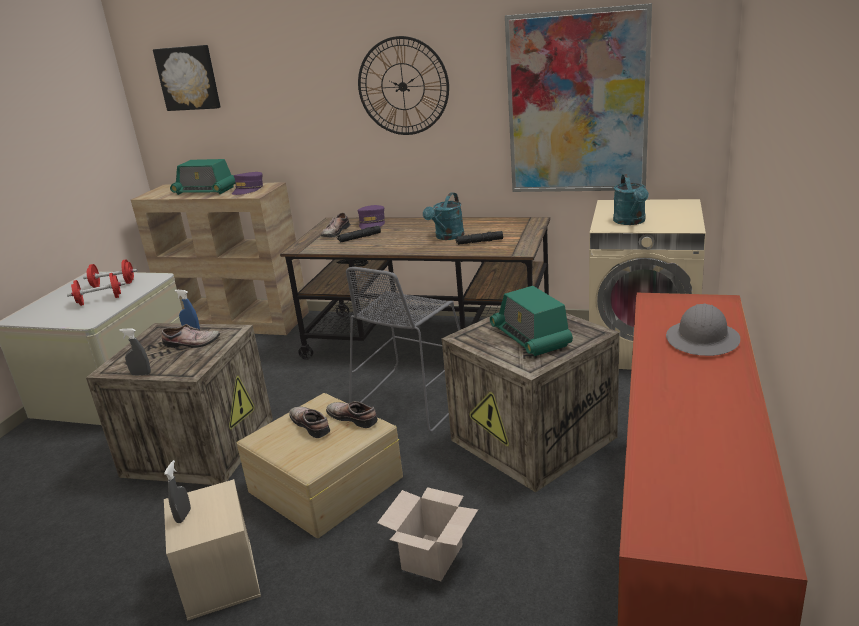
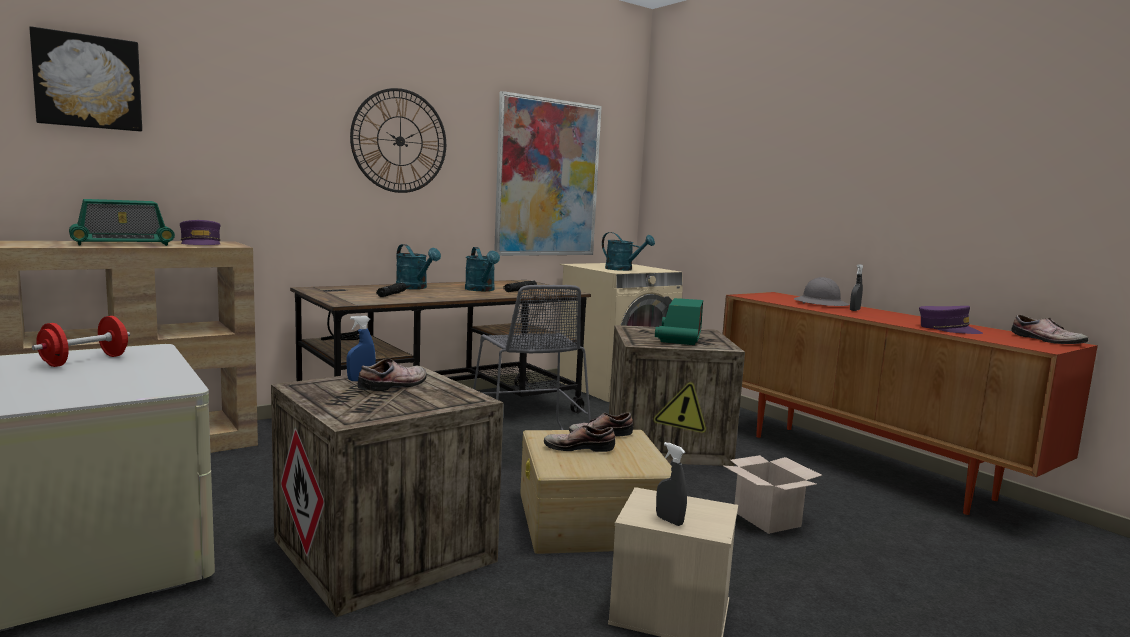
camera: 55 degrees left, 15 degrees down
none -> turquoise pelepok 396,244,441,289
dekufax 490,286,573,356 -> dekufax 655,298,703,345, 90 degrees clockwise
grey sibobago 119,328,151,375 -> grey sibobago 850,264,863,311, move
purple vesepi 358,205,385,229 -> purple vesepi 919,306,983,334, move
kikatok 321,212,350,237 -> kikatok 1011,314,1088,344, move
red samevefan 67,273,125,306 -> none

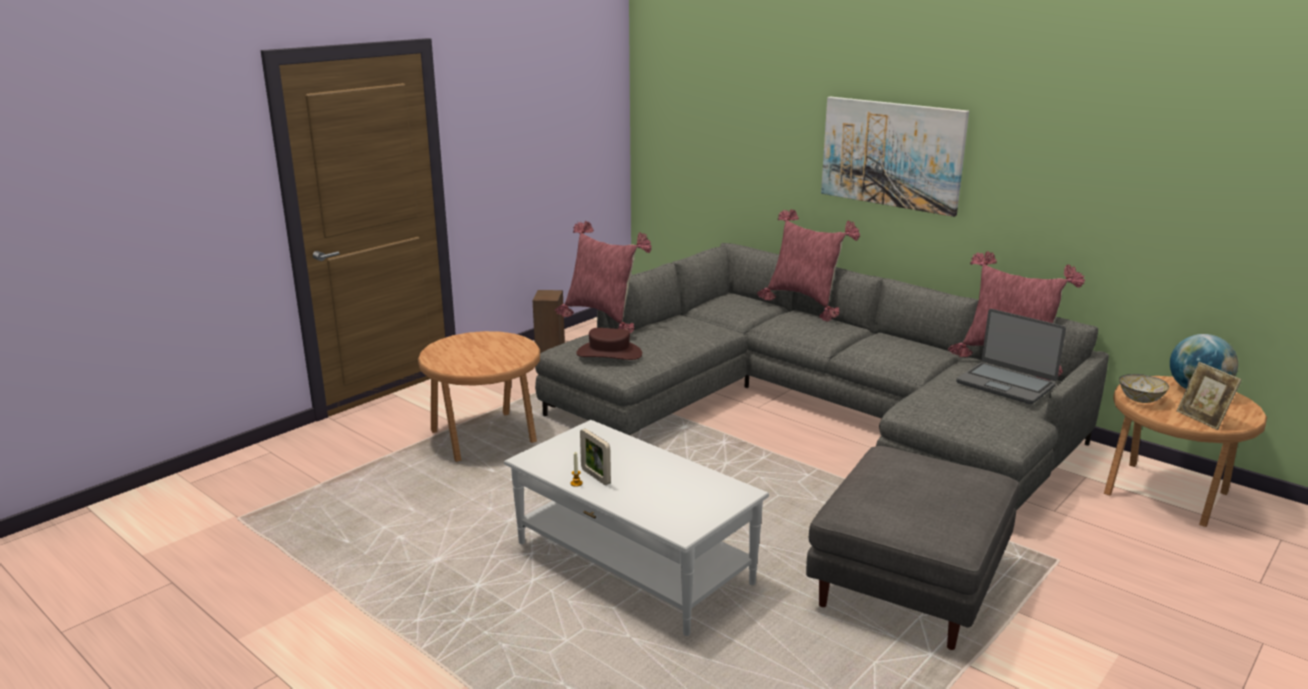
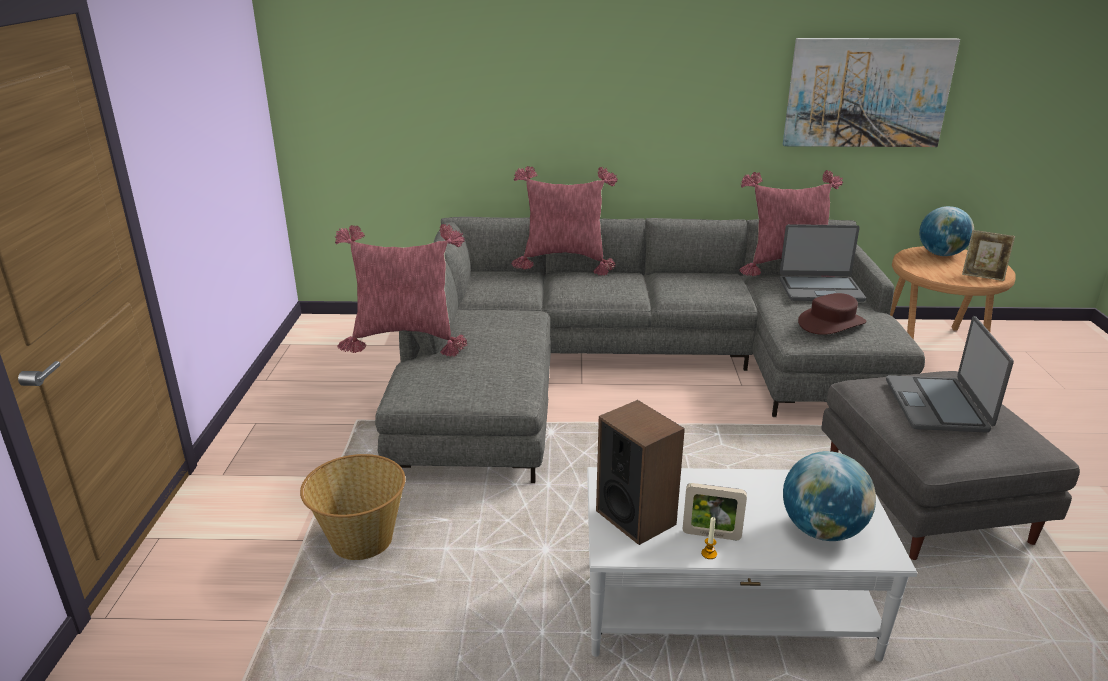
camera: 40 degrees left, 5 degrees up
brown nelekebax 418,331,540,462 -> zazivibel 300,454,405,560
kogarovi 533,290,565,354 -> kogarovi 596,400,685,545, move
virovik 821,97,969,217 -> virovik 783,38,960,147, move
none -> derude 783,451,876,541
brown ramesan 576,328,642,360 -> brown ramesan 798,293,867,335, move
none -> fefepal 886,316,1014,432
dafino 1119,374,1169,403 -> none

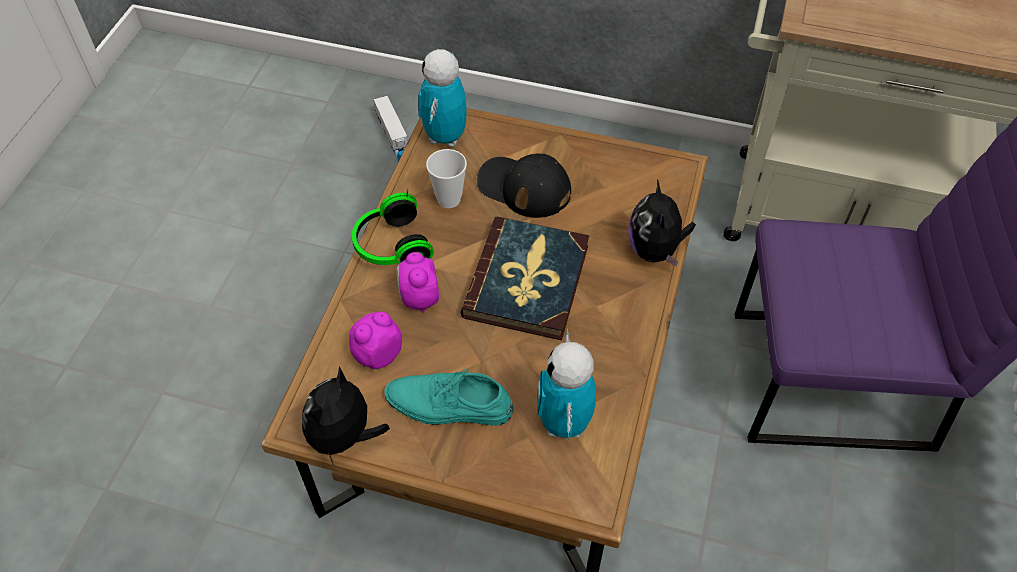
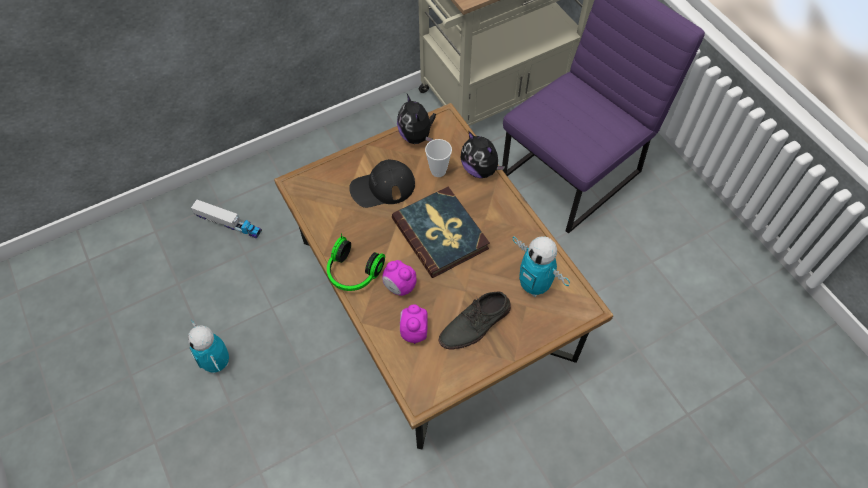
camera: 45 degrees left, 5 degrees up
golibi 418,49,467,147 -> golibi 188,319,229,374, move
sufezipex 302,366,390,466 -> sufezipex 397,94,436,144, move
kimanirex 426,149,467,208 -> kimanirex 425,139,452,177, move
turquoise kikatok 384,368,514,426 -> grey kikatok 439,292,511,350

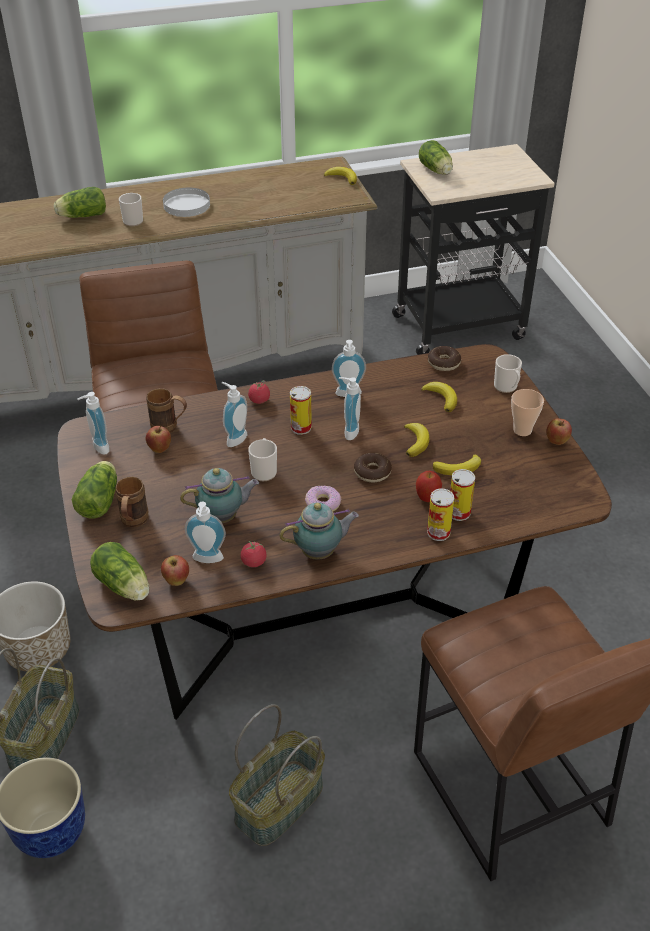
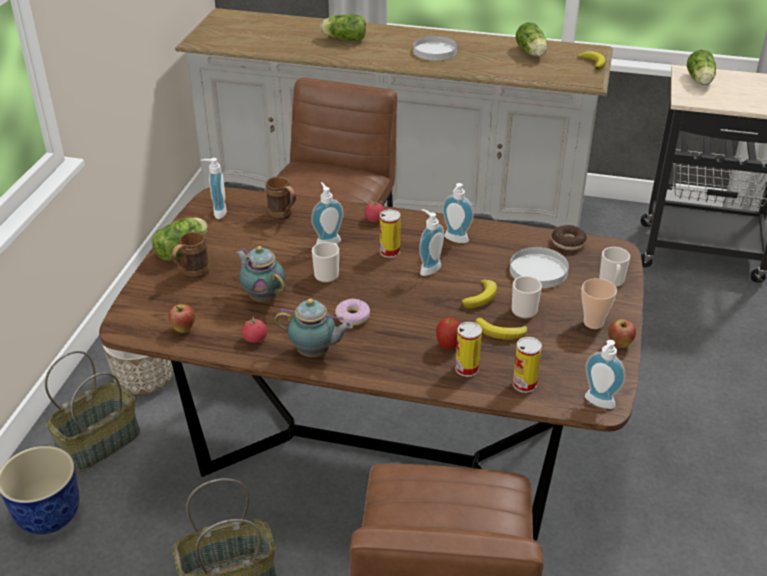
camera: 30 degrees right, 5 degrees down
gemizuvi 180,468,259,523 -> gemizuvi 236,246,285,302, 150 degrees counterclockwise
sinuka 421,382,457,412 -> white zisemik 510,247,569,288
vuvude 119,193,143,226 -> vuvude 512,276,542,319, move
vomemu 427,489,454,541 -> vomemu 513,337,542,393, move
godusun 90,542,149,601 -> godusun 515,22,547,56, move
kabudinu 185,502,226,563 -> kabudinu 585,340,626,409, move
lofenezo 146,426,171,453 -> none
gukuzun 354,453,392,482 -> none

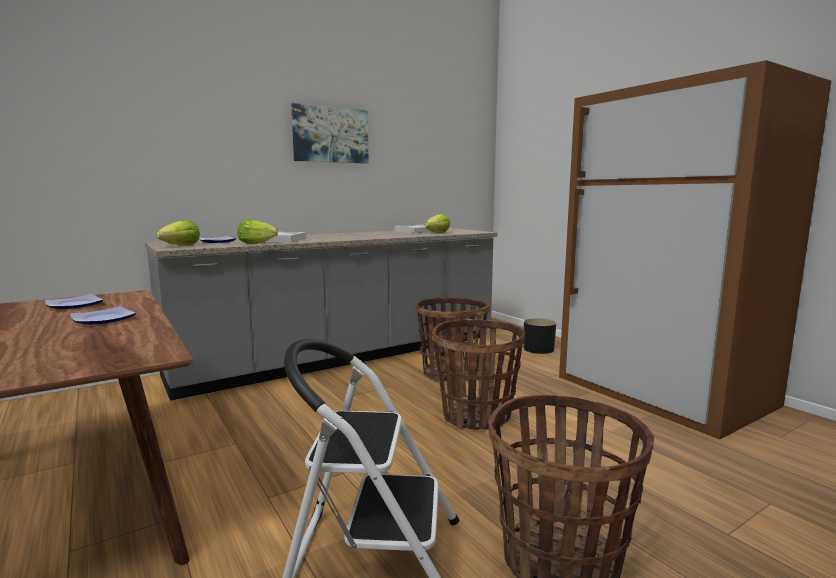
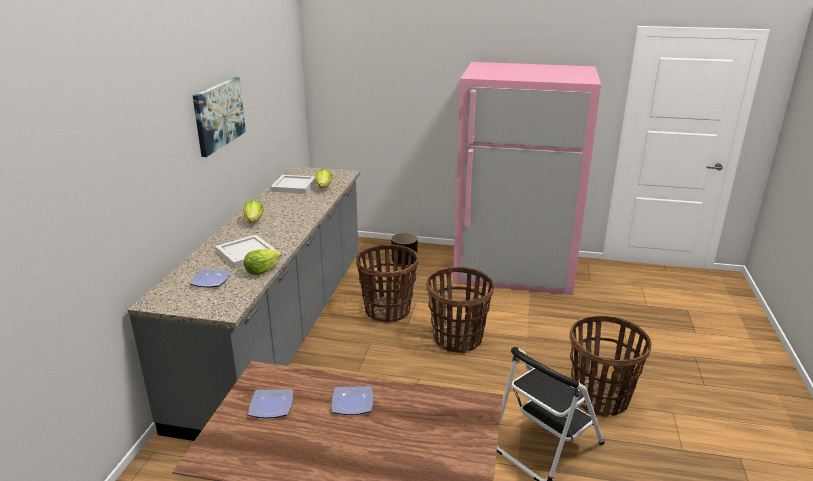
camera: 45 degrees left, 15 degrees up
godusun 157,220,200,245 -> godusun 244,200,264,223, move
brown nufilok 559,60,831,440 -> pink nufilok 453,62,601,295

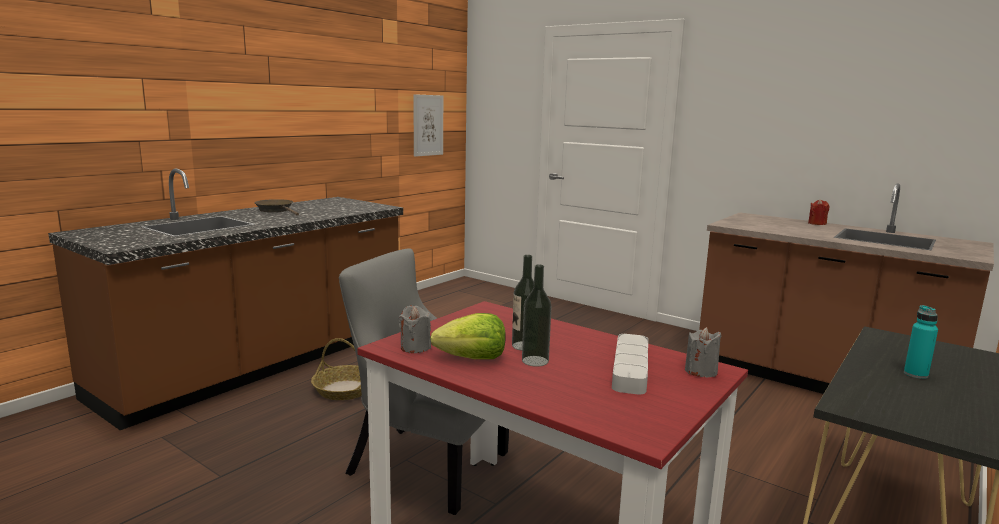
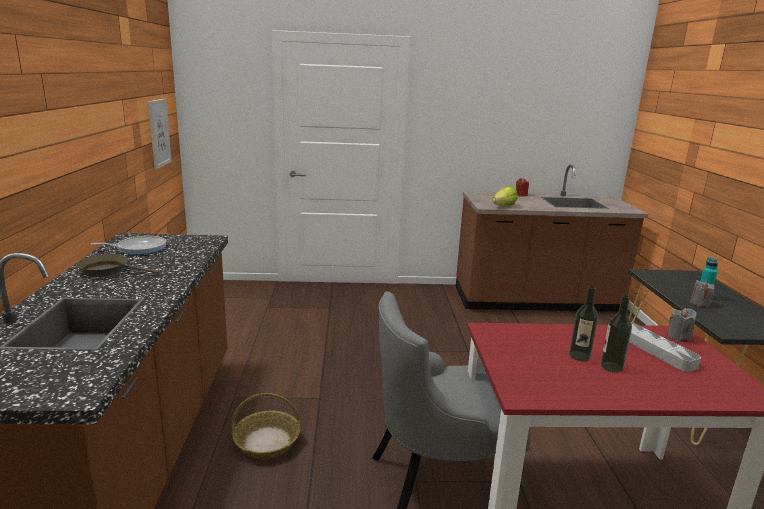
camera: 40 degrees left, 5 degrees up
none -> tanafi 91,236,167,255
godusun 430,313,506,359 -> godusun 492,186,518,206, move
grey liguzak 398,306,431,353 -> grey liguzak 690,280,715,308, move

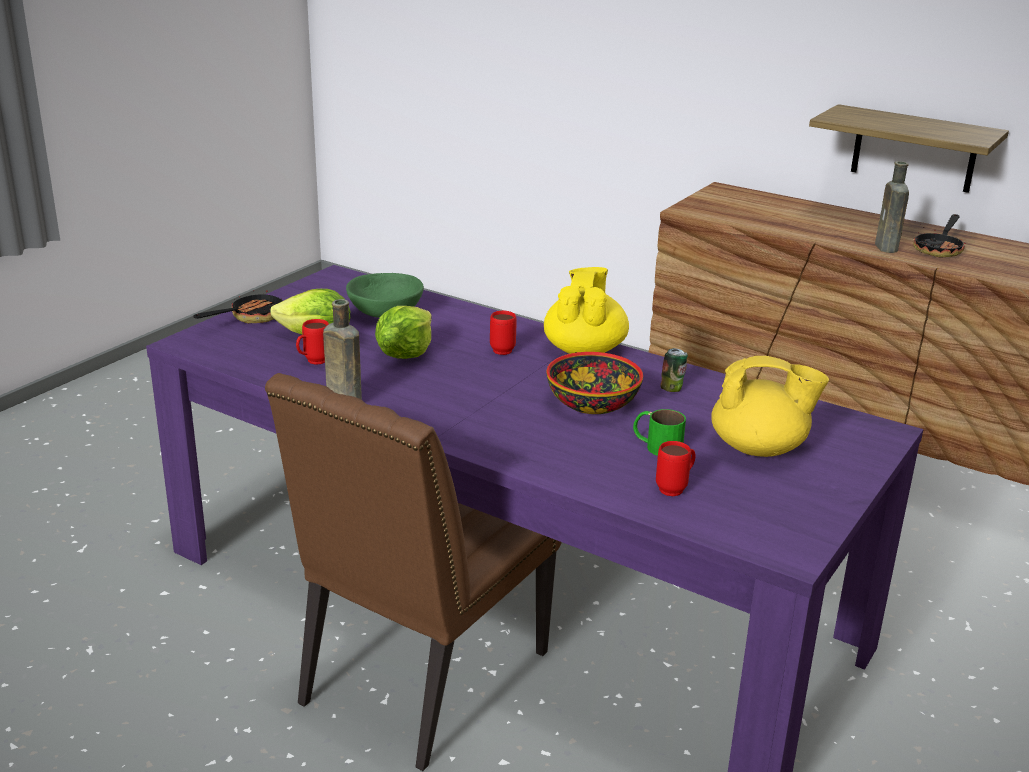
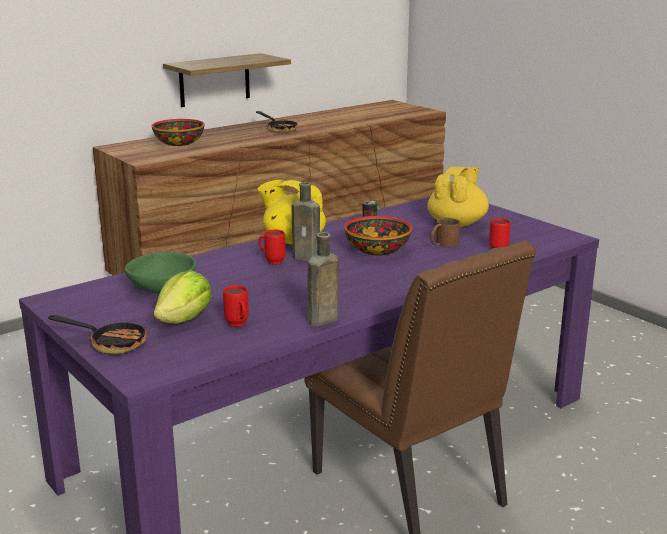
camera: 70 degrees left, 5 degrees down
tanafi 193,290,283,323 -> tanafi 48,315,147,354, 135 degrees clockwise
none -> dafino 152,119,204,146
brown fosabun 875,161,909,253 -> brown fosabun 292,182,320,261, move
green vuvude 633,409,686,456 -> brown vuvude 430,218,460,247
godusun 375,306,432,359 -> none

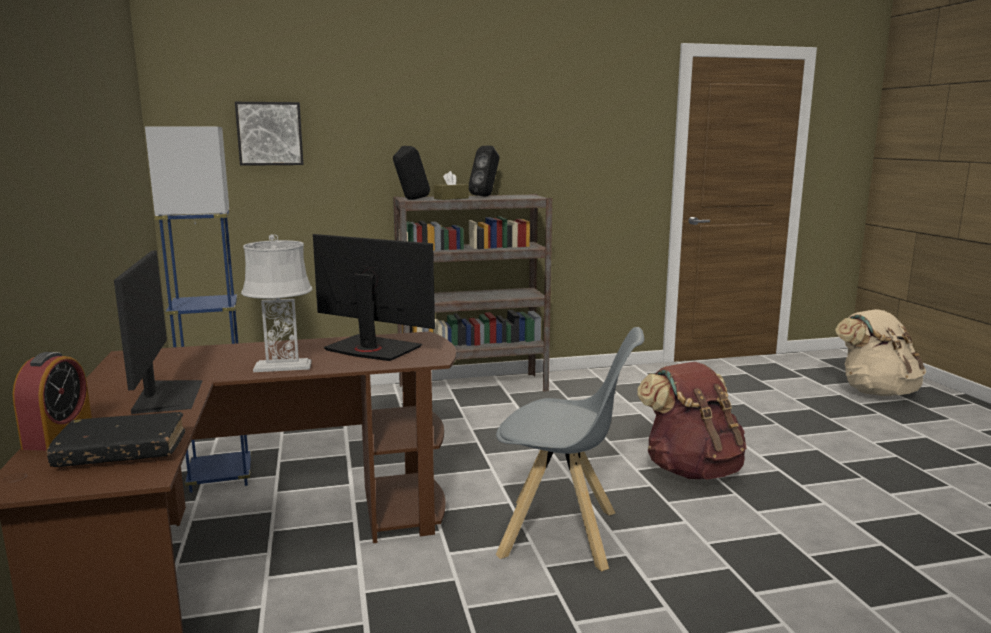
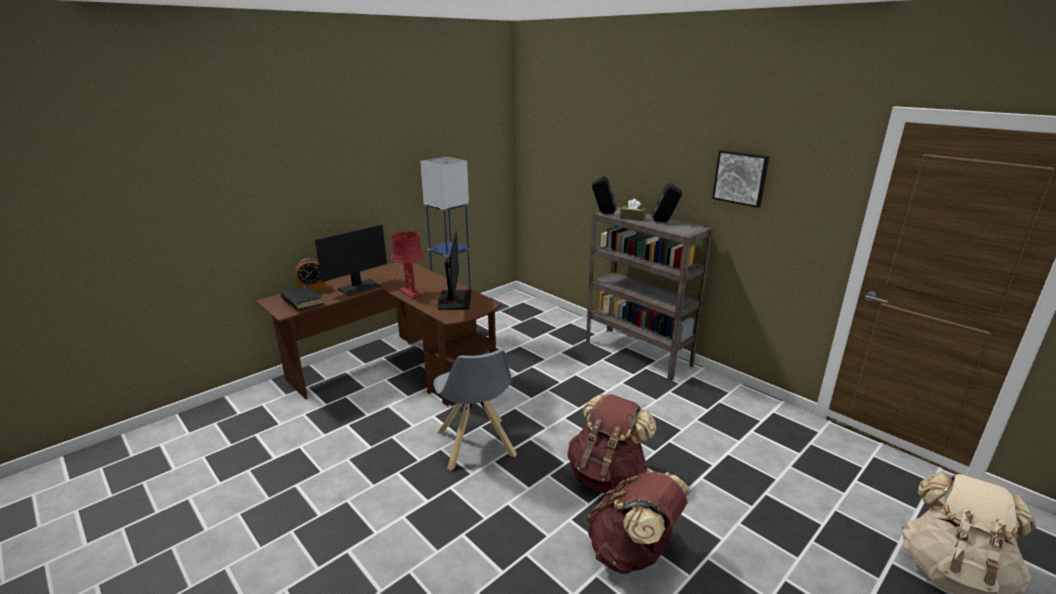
camera: 60 degrees right, 10 degrees up
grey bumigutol 241,234,312,372 -> red bumigutol 390,230,424,299
none -> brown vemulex 587,472,691,574
virovik 235,102,304,166 -> virovik 712,150,769,208, move

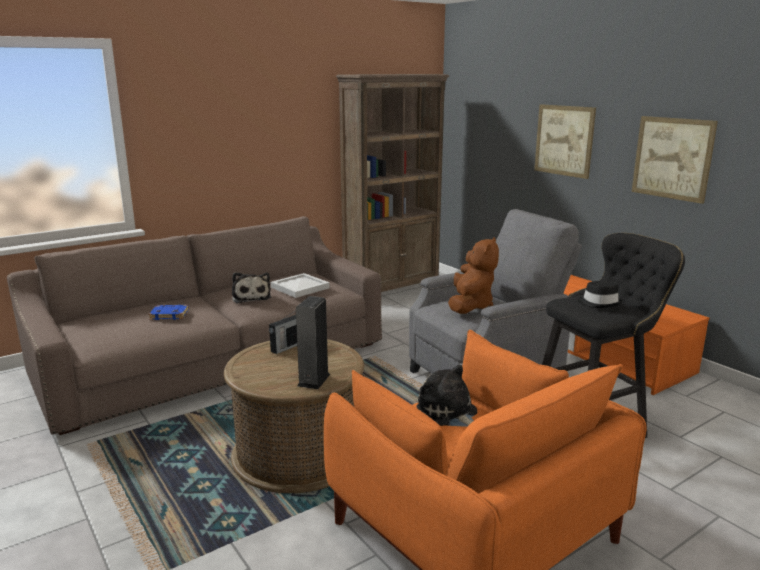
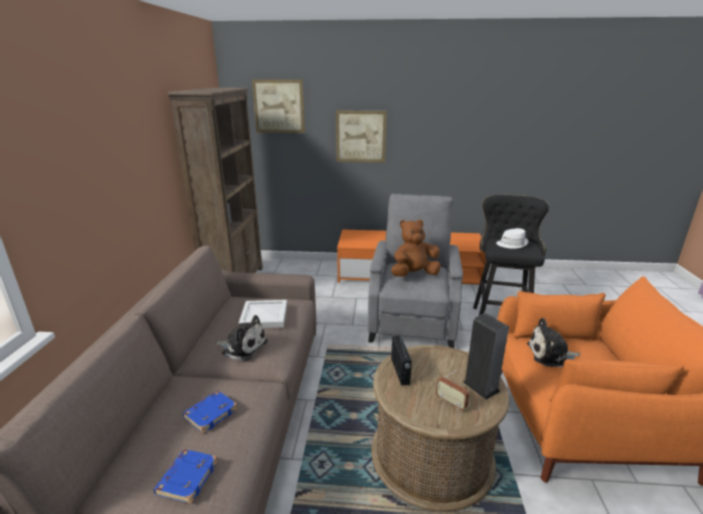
camera: 50 degrees left, 5 degrees up
none -> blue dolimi 154,450,218,504
virovik 632,116,718,204 -> virovik 252,79,305,133, move
brown sufezipex 448,237,499,314 -> brown sufezipex 391,220,441,276, 75 degrees counterclockwise
none -> dekufax 436,369,469,410
black ramesan 577,281,623,308 -> white ramesan 496,228,529,249

